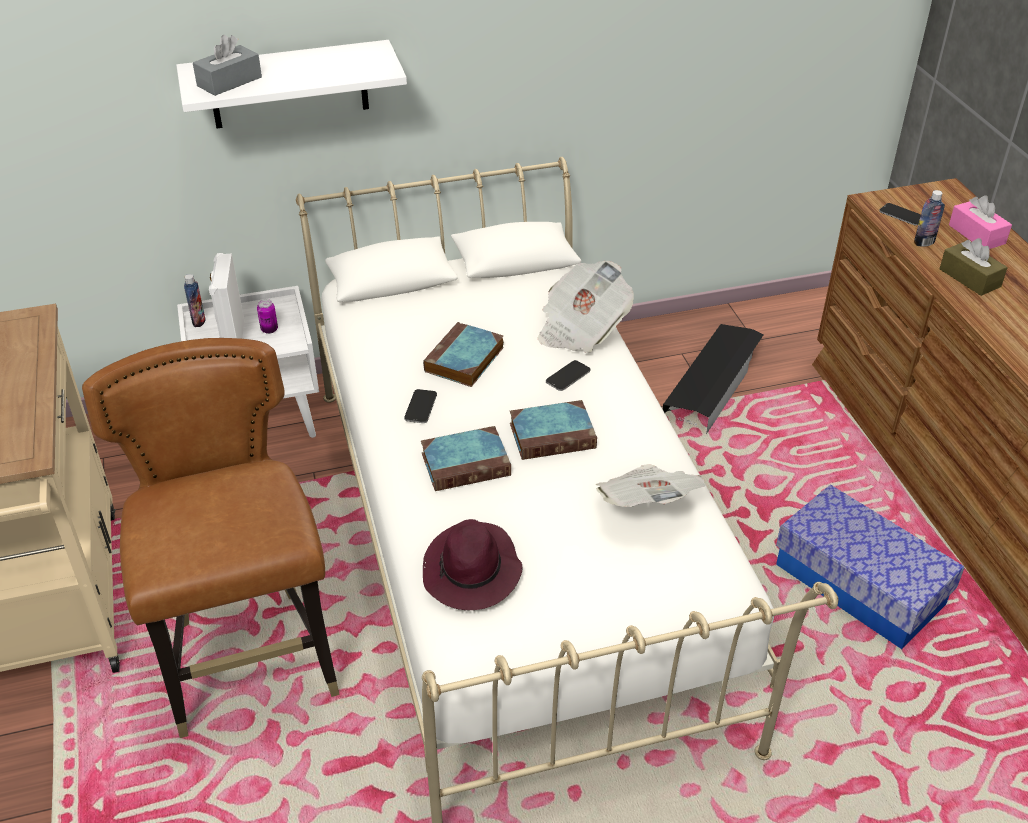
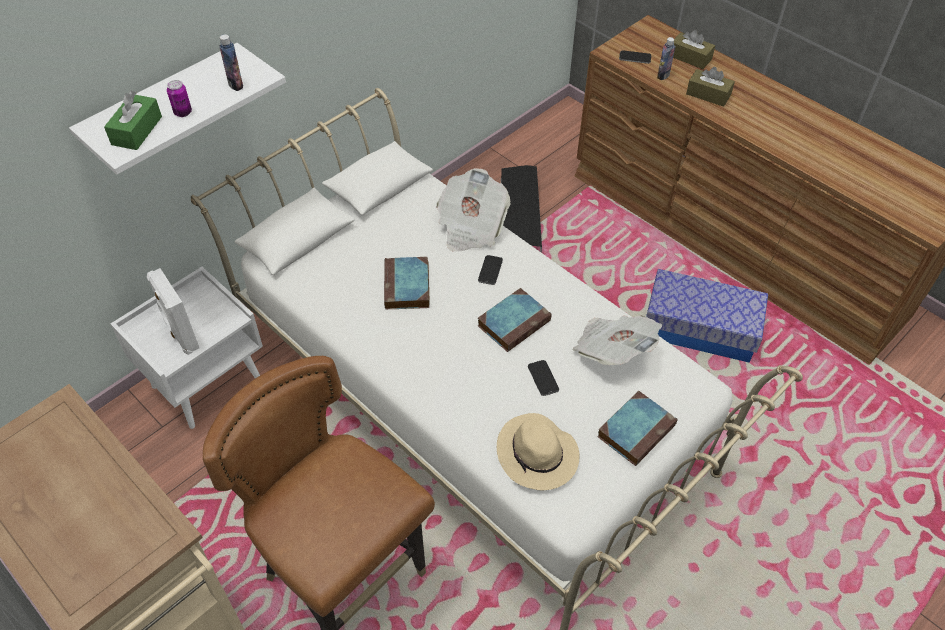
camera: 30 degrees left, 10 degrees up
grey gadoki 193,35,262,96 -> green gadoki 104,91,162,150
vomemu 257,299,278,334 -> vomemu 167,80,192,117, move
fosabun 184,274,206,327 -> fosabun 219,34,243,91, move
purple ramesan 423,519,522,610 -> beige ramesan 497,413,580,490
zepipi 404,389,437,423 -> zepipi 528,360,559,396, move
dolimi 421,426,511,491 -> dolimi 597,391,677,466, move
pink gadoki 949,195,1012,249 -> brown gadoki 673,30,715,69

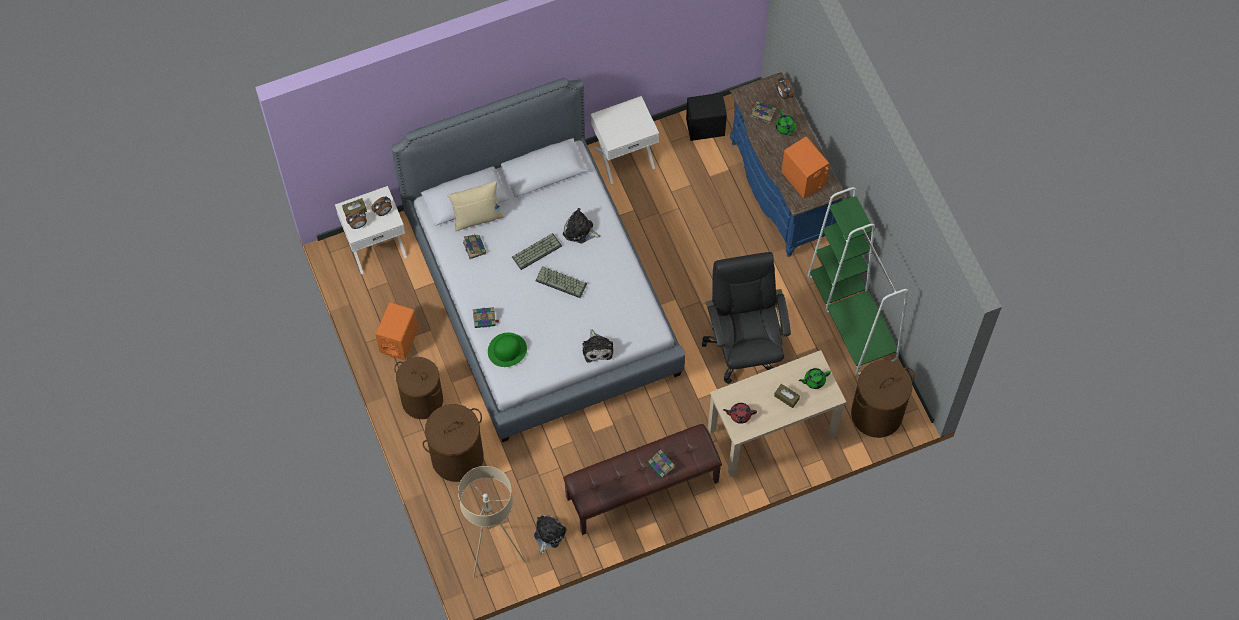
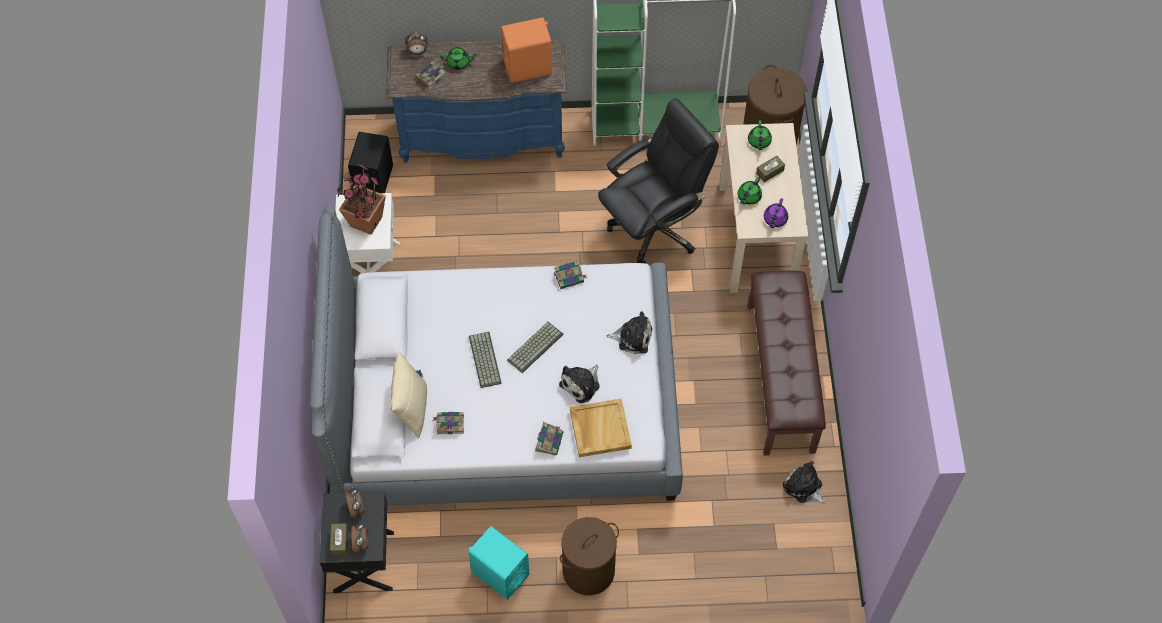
camera: 70 degrees left, 5 degrees down
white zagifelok 335,186,407,274 -> black zagifelok 320,492,394,593
none -> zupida 337,164,386,235
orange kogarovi 375,302,418,360 -> turquoise kogarovi 468,526,529,600
dolimi 648,449,675,479 -> dolimi 554,260,587,289, move
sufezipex 563,208,601,243 -> sufezipex 559,364,600,403, move
green ramesan 488,333,527,367 -> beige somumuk 570,398,632,457
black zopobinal 702,252,791,384 -> black zopobinal 598,98,719,263, 135 degrees clockwise
none -> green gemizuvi 738,177,762,205
red gemizuvi 723,403,757,424 -> purple gemizuvi 764,198,788,228
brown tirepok 423,404,484,482 -> none
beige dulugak 458,466,526,578 -> none

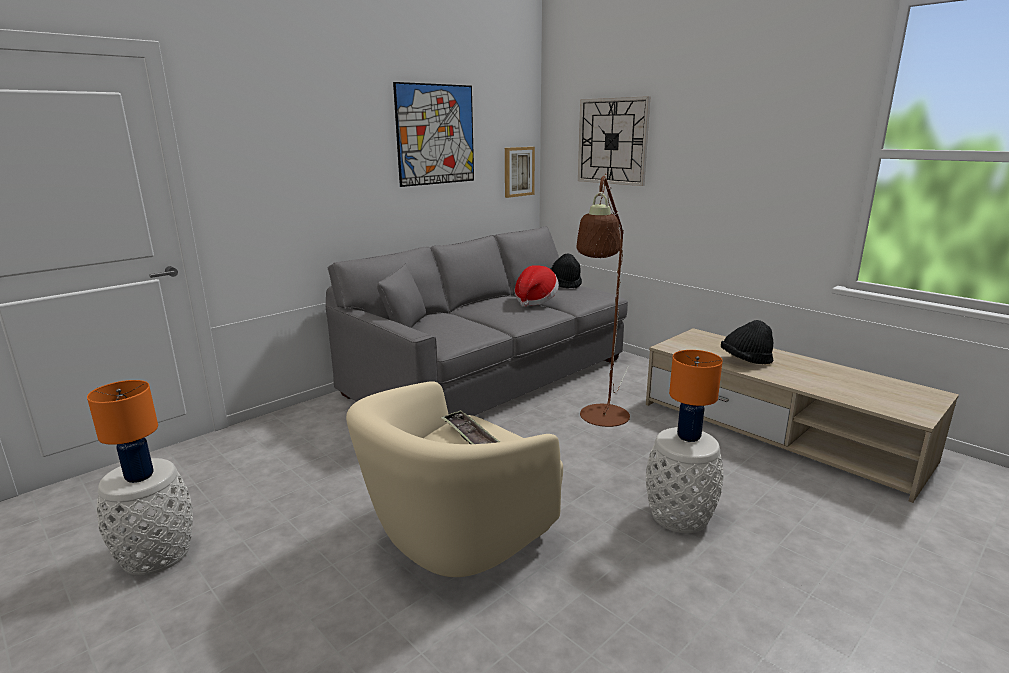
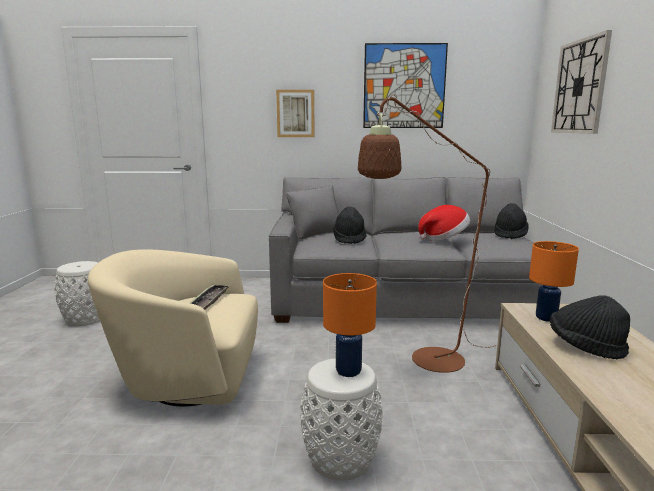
camera: 45 degrees right, 5 degrees down
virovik 505,147,535,198 -> virovik 276,90,315,137, move
none -> black ramesan 333,206,366,244
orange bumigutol 87,380,158,483 -> orange bumigutol 529,241,579,322, move

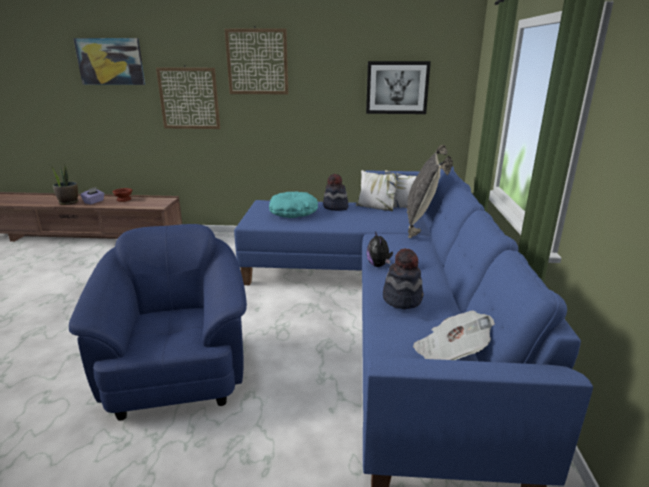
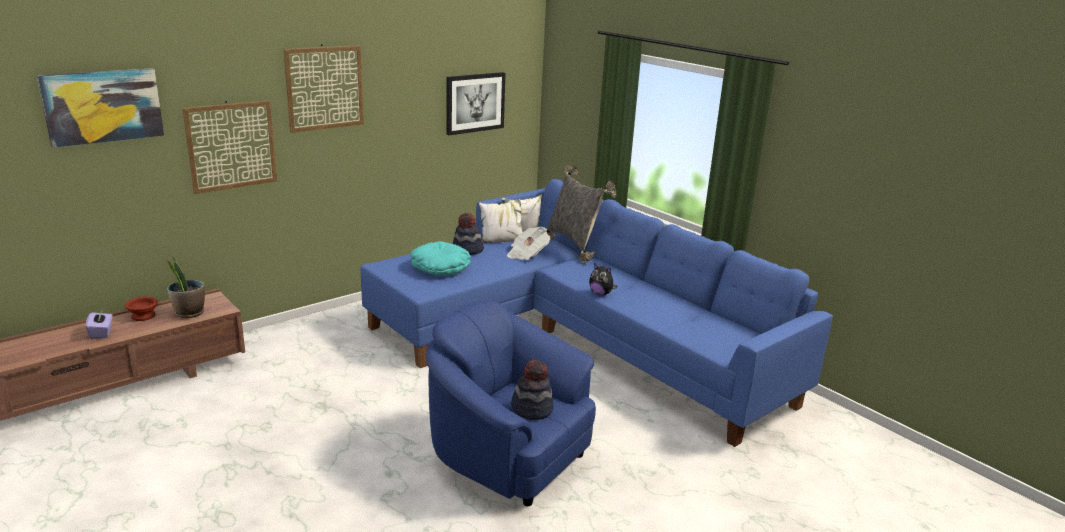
camera: 45 degrees left, 0 degrees up
zupida 51,163,78,205 -> zupida 166,255,205,318, move
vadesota 413,311,495,360 -> vadesota 507,227,550,260, move
ramesan 383,248,424,309 -> ramesan 511,360,554,420, move

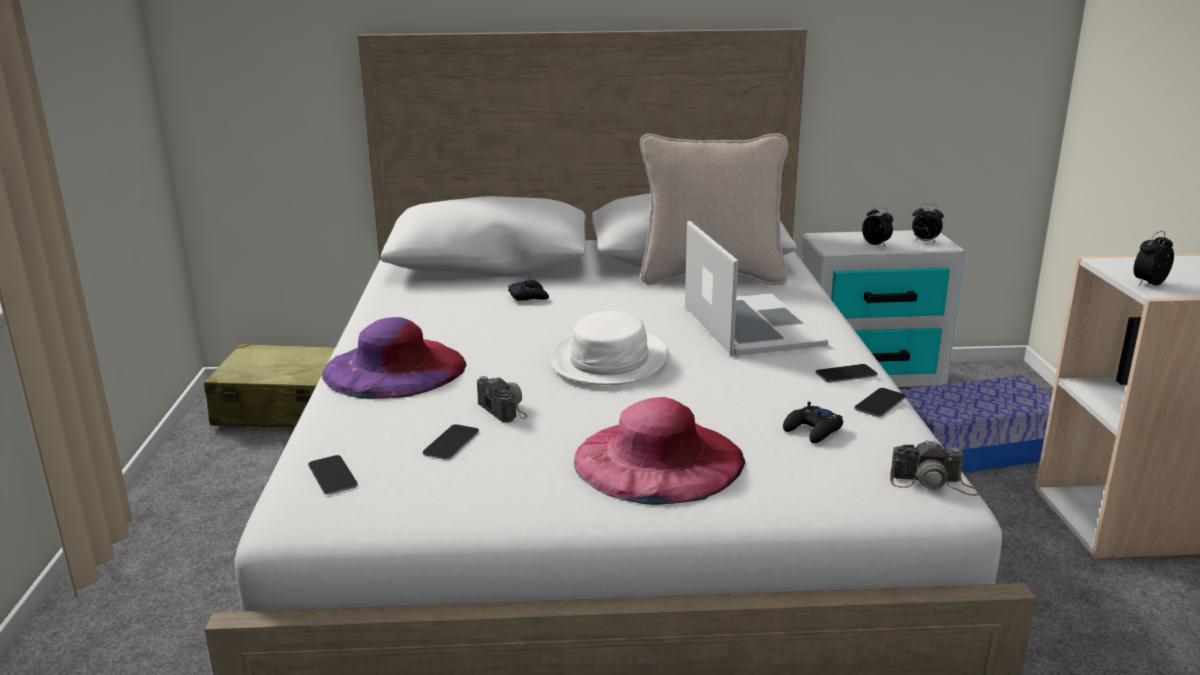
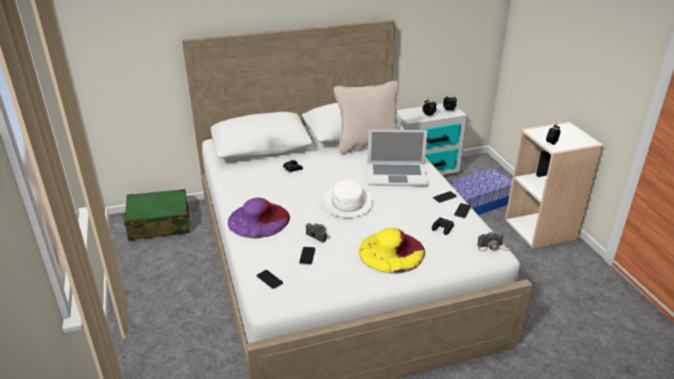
camera: 15 degrees left, 10 degrees up
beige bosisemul 204,344,336,428 -> green bosisemul 123,189,190,240
pink ramesan 574,397,745,505 -> yellow ramesan 359,228,425,273
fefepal 685,221,828,356 -> fefepal 368,130,429,187, 120 degrees clockwise

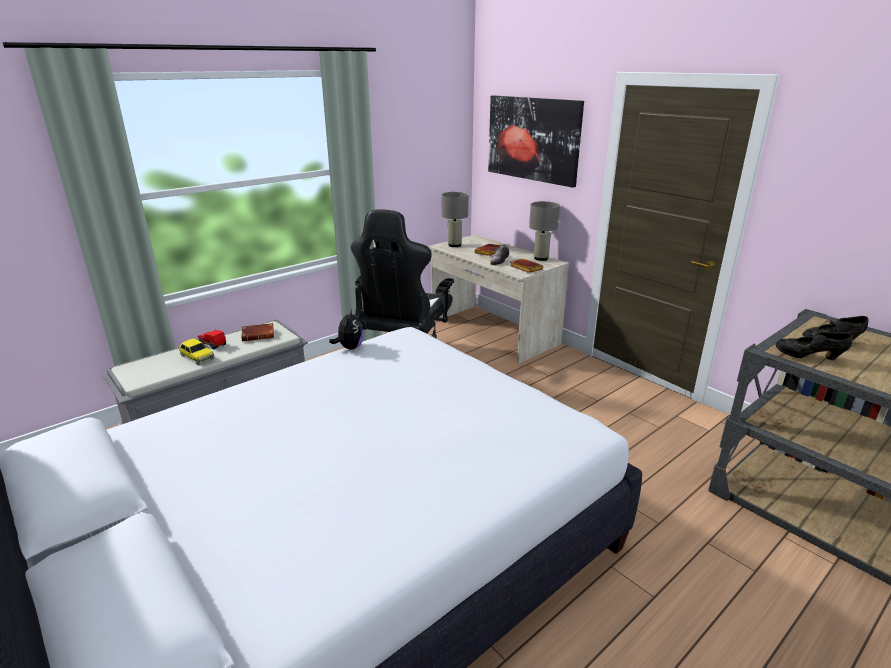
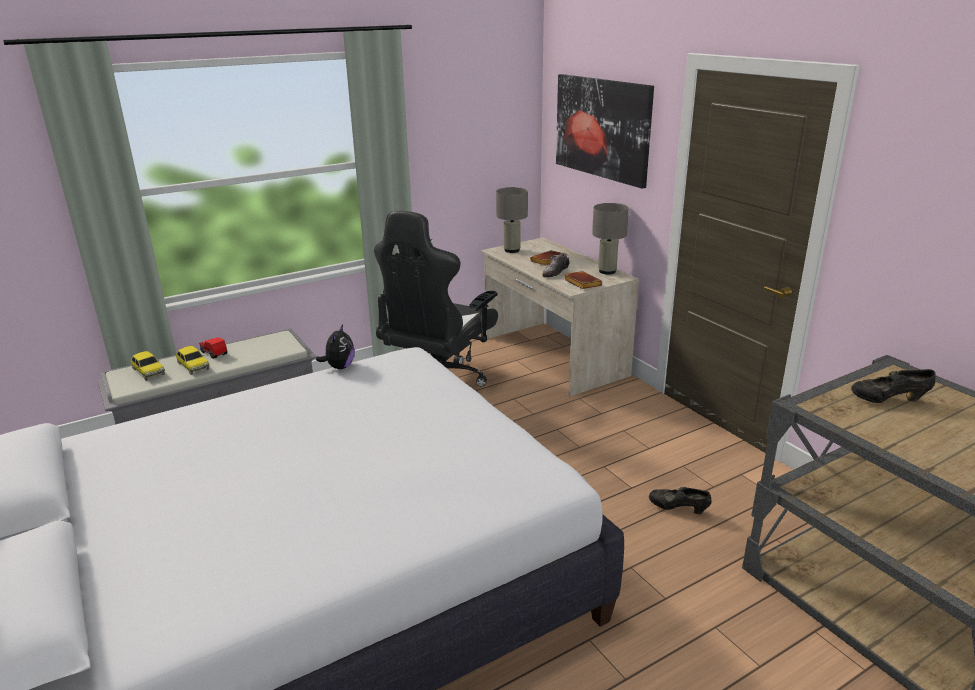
camera: 10 degrees right, 0 degrees up
none -> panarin 130,351,165,381
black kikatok 775,332,853,360 -> black kikatok 649,487,711,514, move
brown dolimi 241,323,274,341 -> none

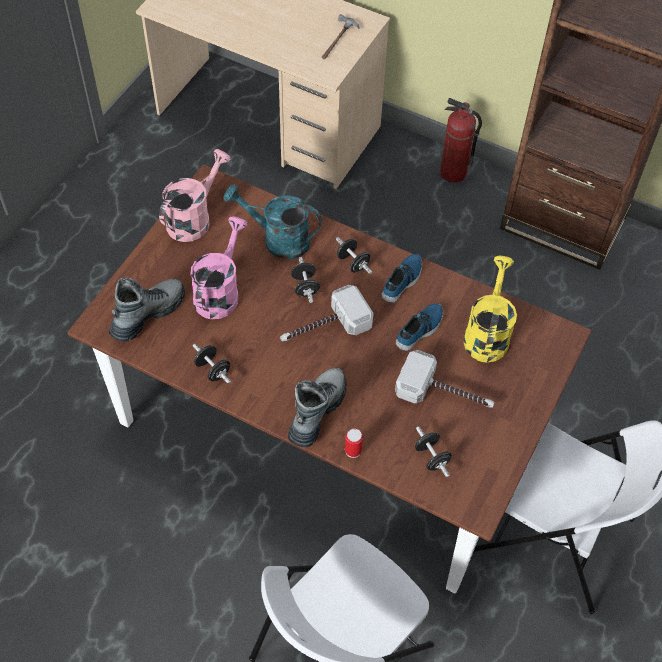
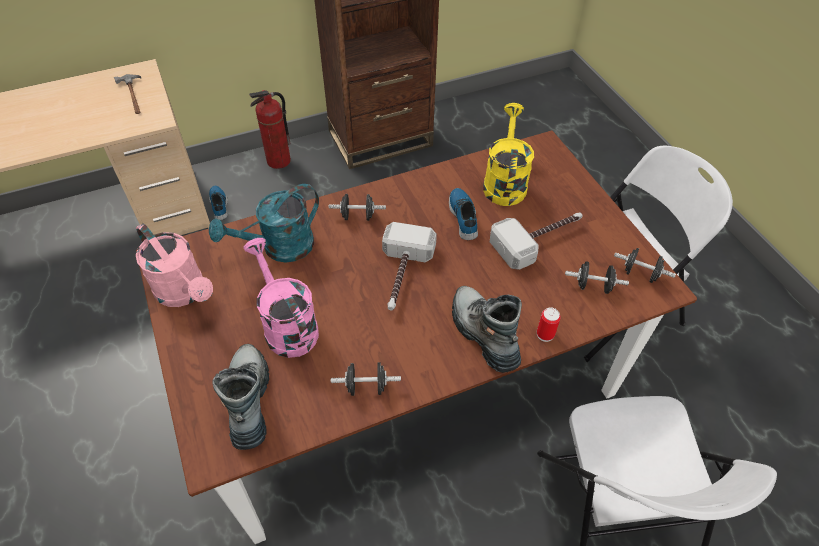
camera: 50 degrees left, 5 degrees down
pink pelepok 159,149,231,242 -> pink pelepok 136,224,213,307, 150 degrees clockwise
kikatok 381,254,422,303 -> kikatok 209,186,228,220, move
yellow pelepok 463,256,517,363 -> yellow pelepok 483,103,534,206, 45 degrees clockwise
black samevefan 291,257,320,303 -> black samevefan 614,248,676,283, move

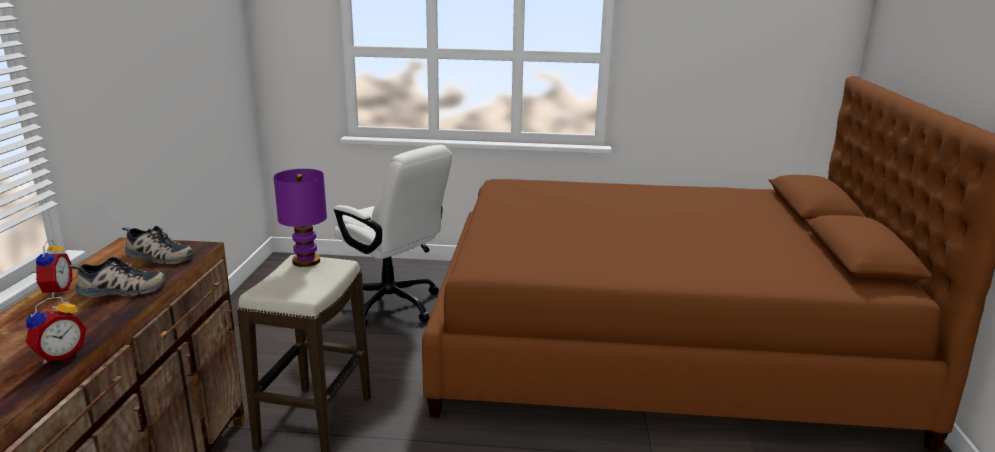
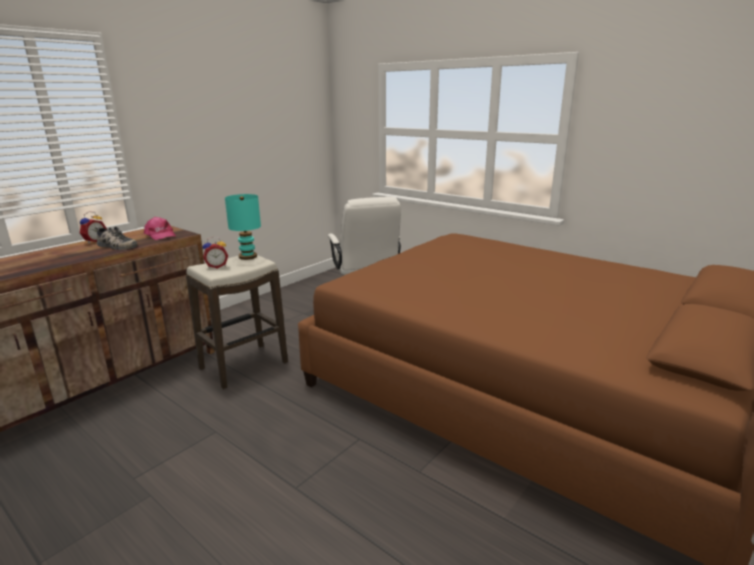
camera: 35 degrees right, 0 degrees up
kikatok 122,226,194,264 -> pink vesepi 144,217,176,240
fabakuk 25,297,87,364 -> fabakuk 203,237,228,269, move
purple bumigutol 273,169,327,267 -> turquoise bumigutol 225,194,261,260

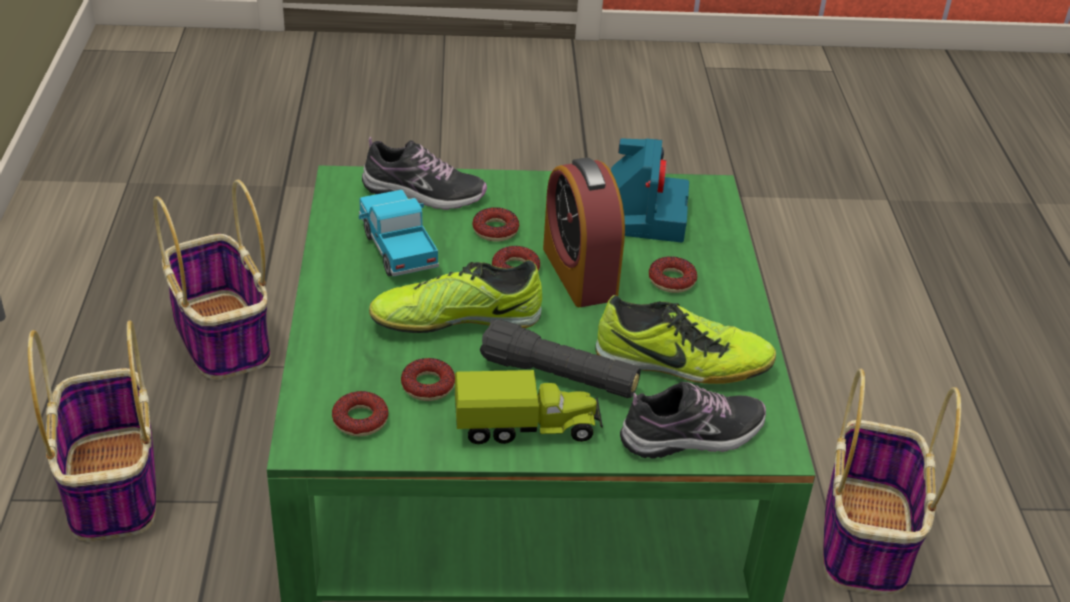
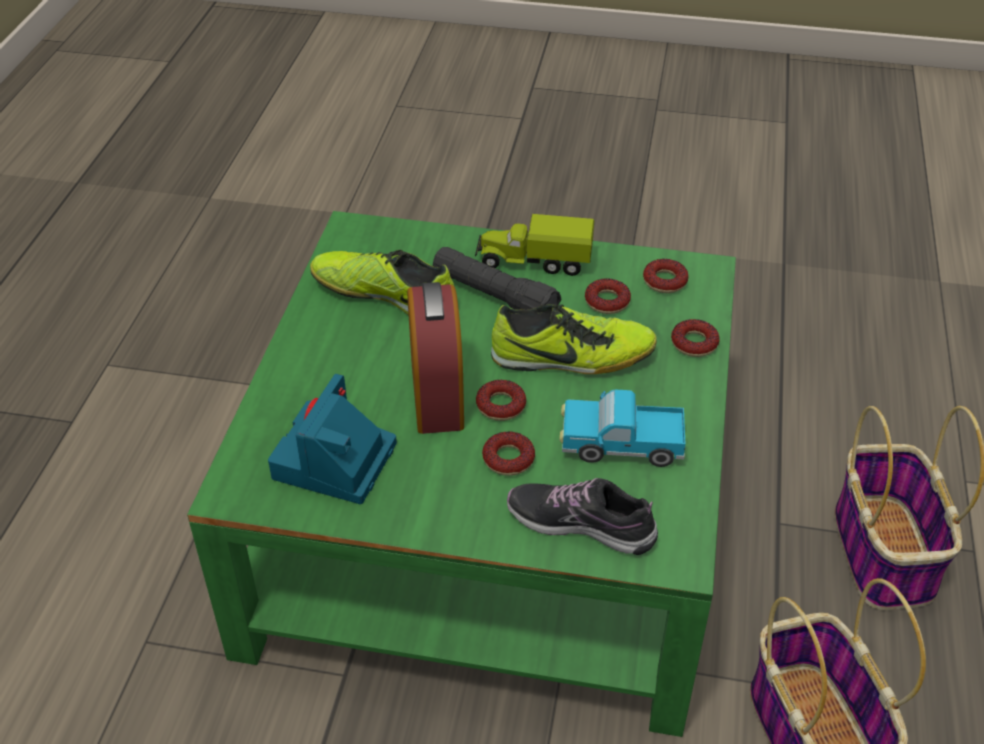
camera: 165 degrees left, 5 degrees up
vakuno 359,190,439,277 -> vakuno 560,390,686,467, 105 degrees clockwise
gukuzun 649,256,697,293 -> gukuzun 671,319,720,357, move
kikatok 620,382,766,459 -> none
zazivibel 823,369,961,595 -> none

